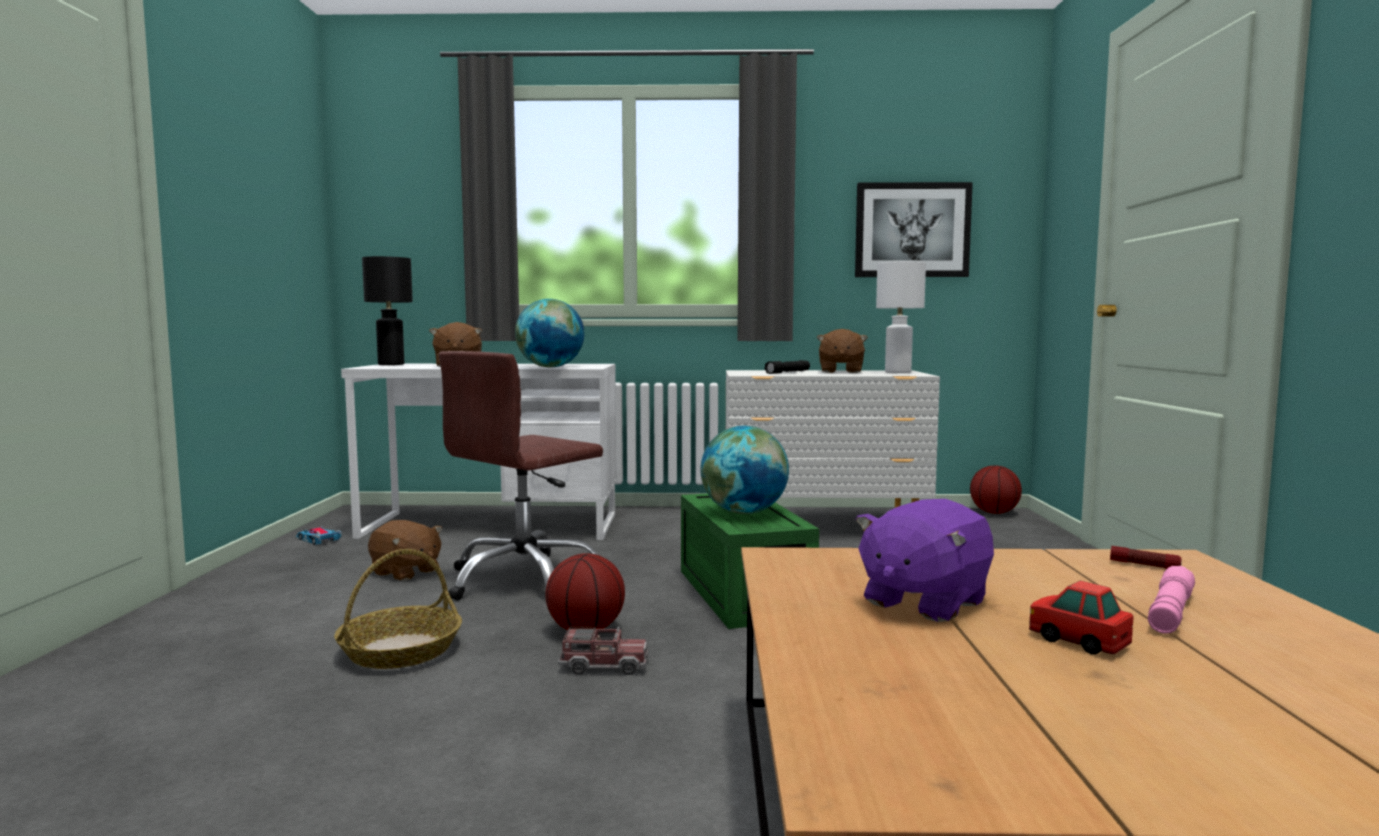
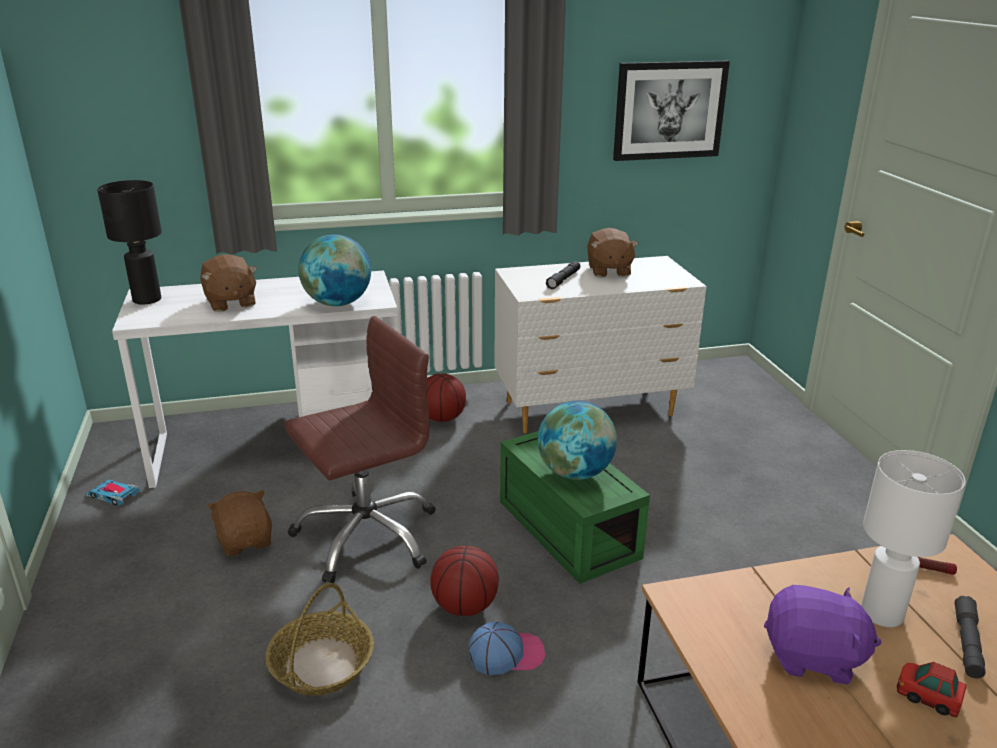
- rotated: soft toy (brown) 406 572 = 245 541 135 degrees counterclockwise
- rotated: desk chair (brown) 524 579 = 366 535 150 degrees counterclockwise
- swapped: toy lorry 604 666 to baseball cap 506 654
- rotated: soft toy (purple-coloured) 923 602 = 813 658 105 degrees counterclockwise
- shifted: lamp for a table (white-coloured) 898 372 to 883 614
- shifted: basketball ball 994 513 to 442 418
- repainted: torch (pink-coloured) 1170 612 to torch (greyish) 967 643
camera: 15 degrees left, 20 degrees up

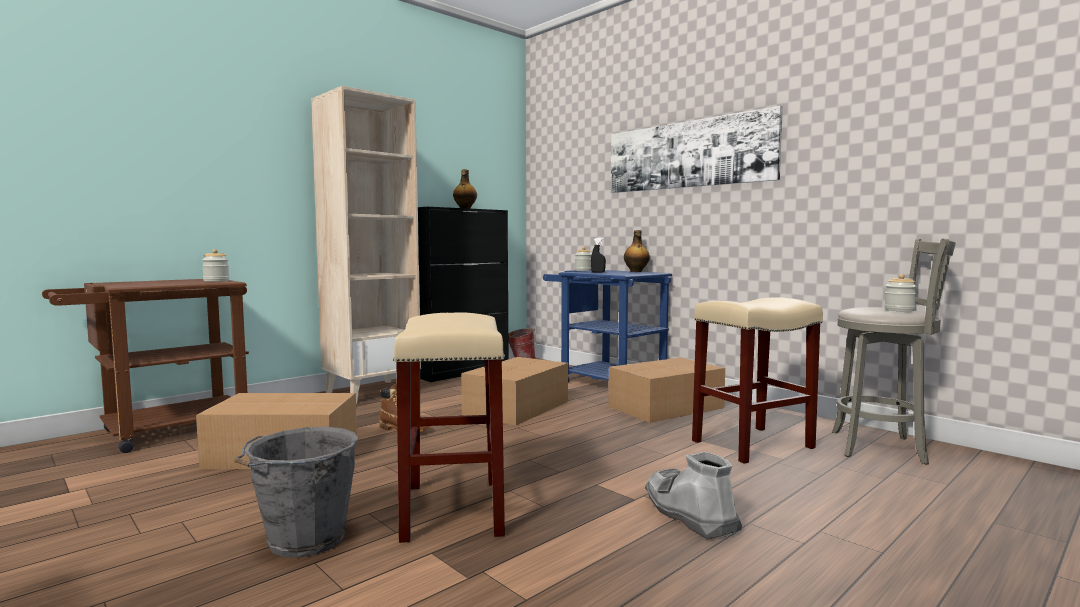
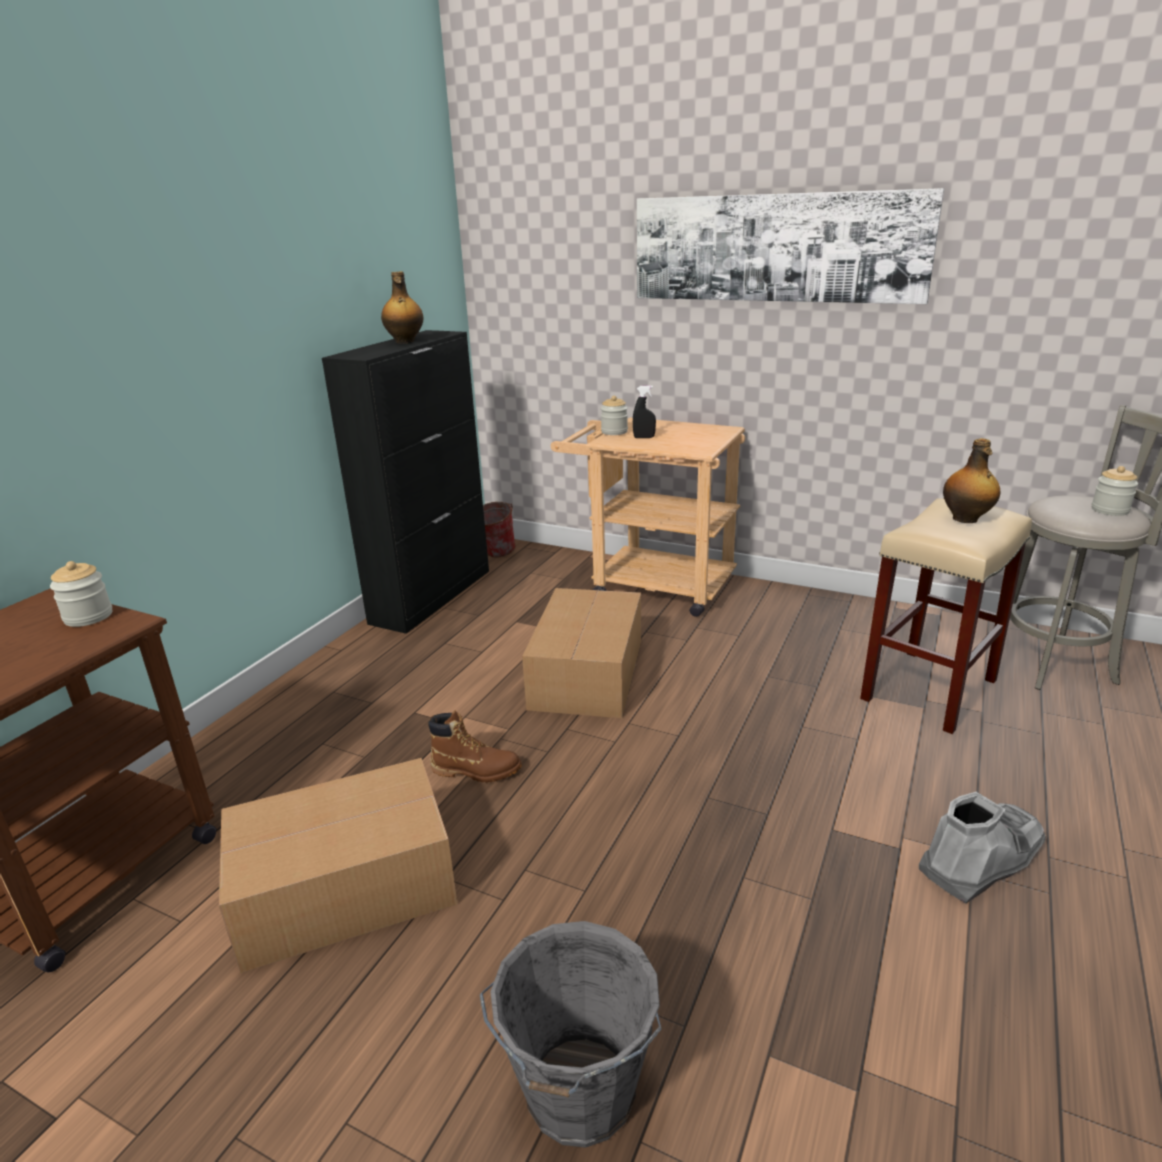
- gone: bookshelf (beige-coloured) 372 391
- gone: stool seat (beige-coloured) 452 508
- repainted: wheeled cart (blue-coloured) 604 382 to wheeled cart (beige-coloured) 650 584
- gone: packing box 664 407
- shifted: drink bottle 636 271 to 966 519
- rotated: tall boot (greyish) 689 514 = 980 860 105 degrees clockwise
camera: 20 degrees left, 20 degrees up

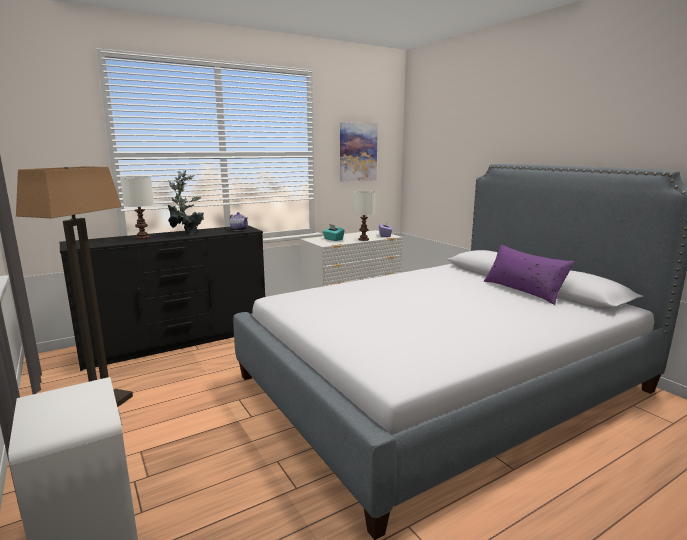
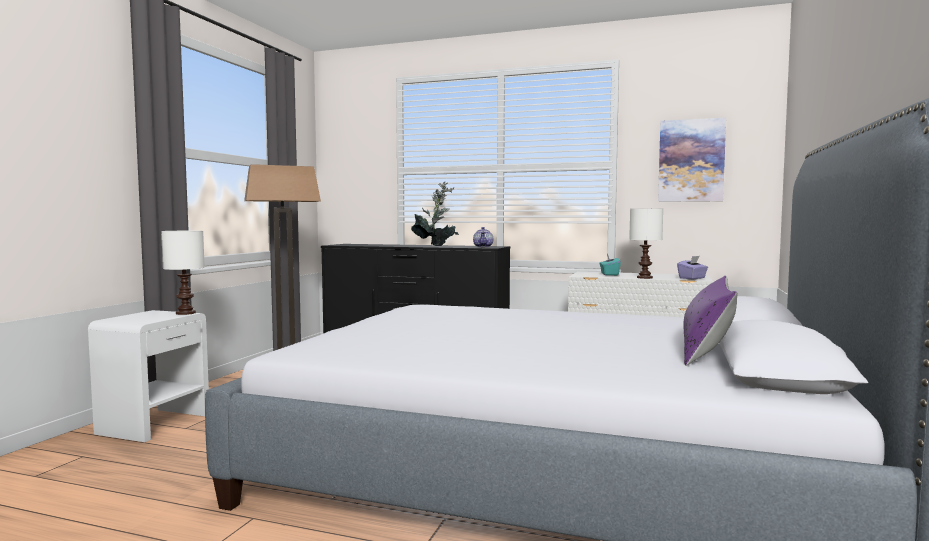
- shifted: lamp for a table (white-coloured) 143 238 to 185 313
camera: 50 degrees right, 10 degrees down

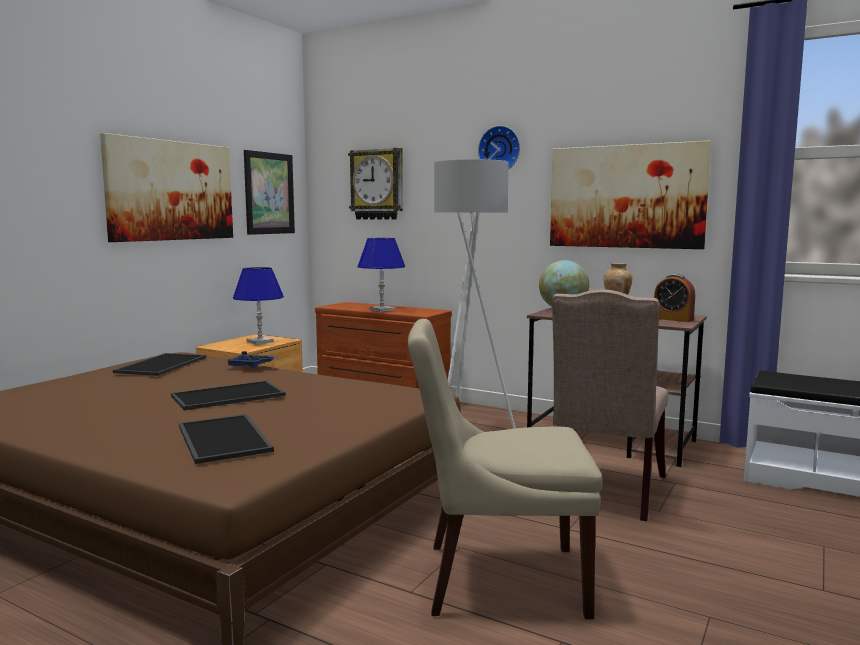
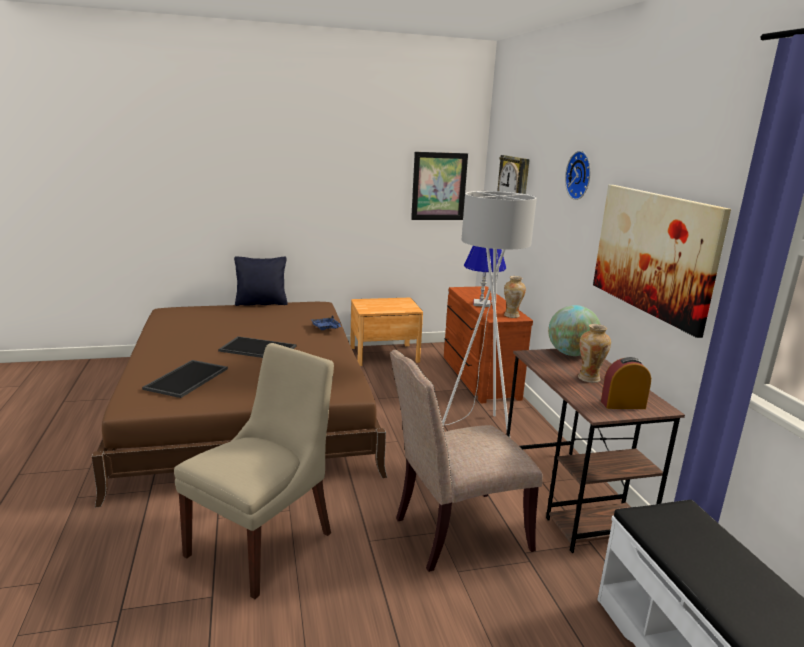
- gone: wall picture 171 190
- gone: serving tray 161 364
- gone: lamp for a table (blue-coloured) 260 342
- rotated: plain chair (beige-coloured) 498 579 = 263 541 75 degrees clockwise
- rotated: table clock 673 319 = 623 404 90 degrees clockwise
- new: throw pillow (black-coloured) 261 303
- new: decorative vase 511 315
camera: 45 degrees right, 10 degrees up

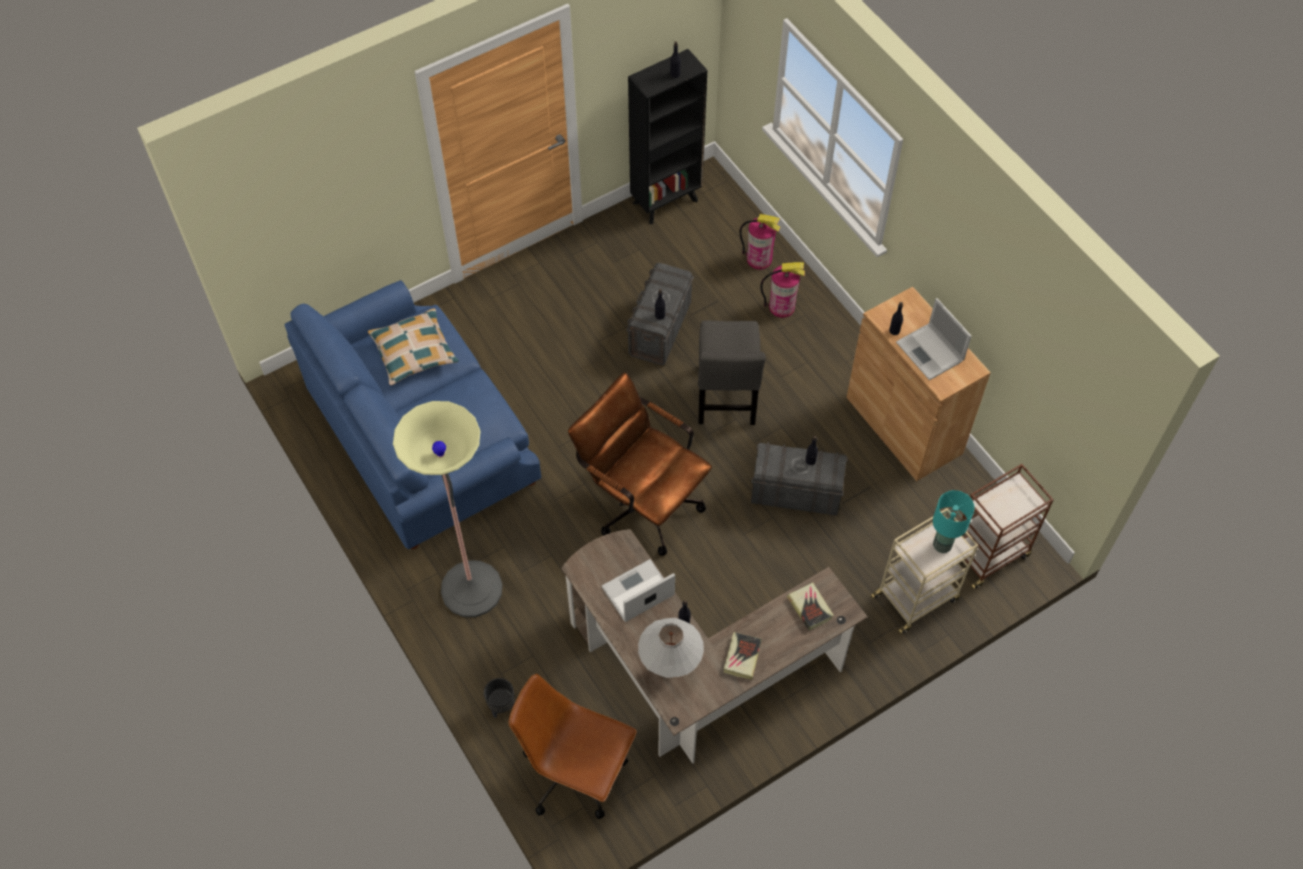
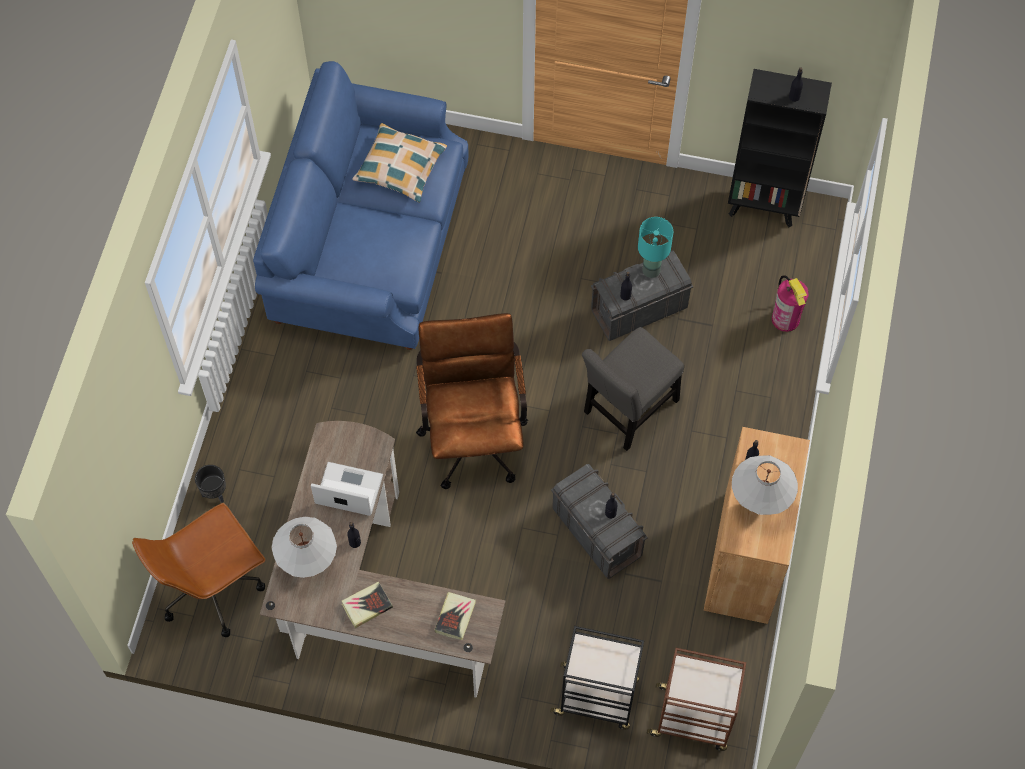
- gone: floor lamp 471 589
- rotated: desk chair (brown) 576 773 = 213 587 105 degrees counterclockwise
- gone: fire extinguisher 782 307
- repainted: wheeled cart (beige-coloured) 916 597 to wheeled cart (black-coloured) 597 697
- swapped: laptop 930 352 to lamp for a table (white-coloured) 758 506
- shifted: lamp for a table (blue-green) 942 545 to 650 270
camera: 45 degrees right, 5 degrees up

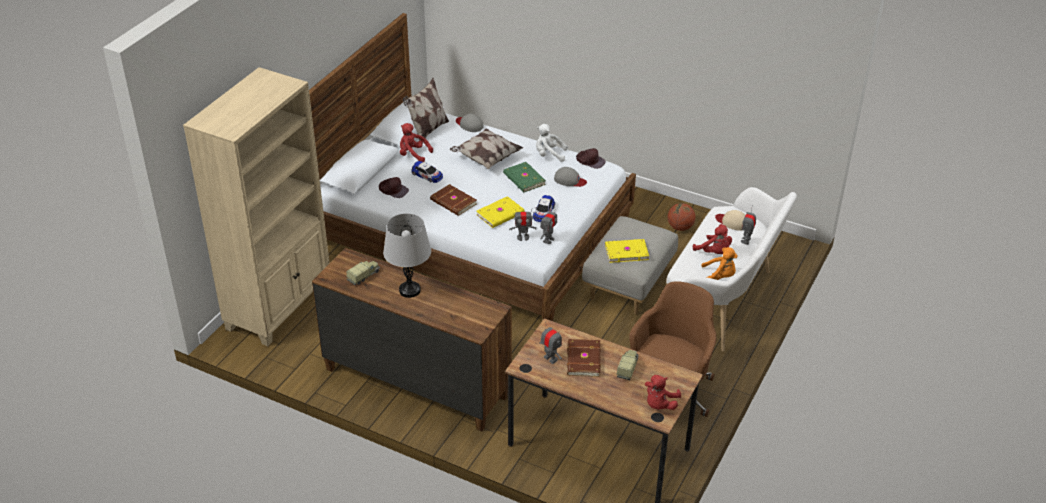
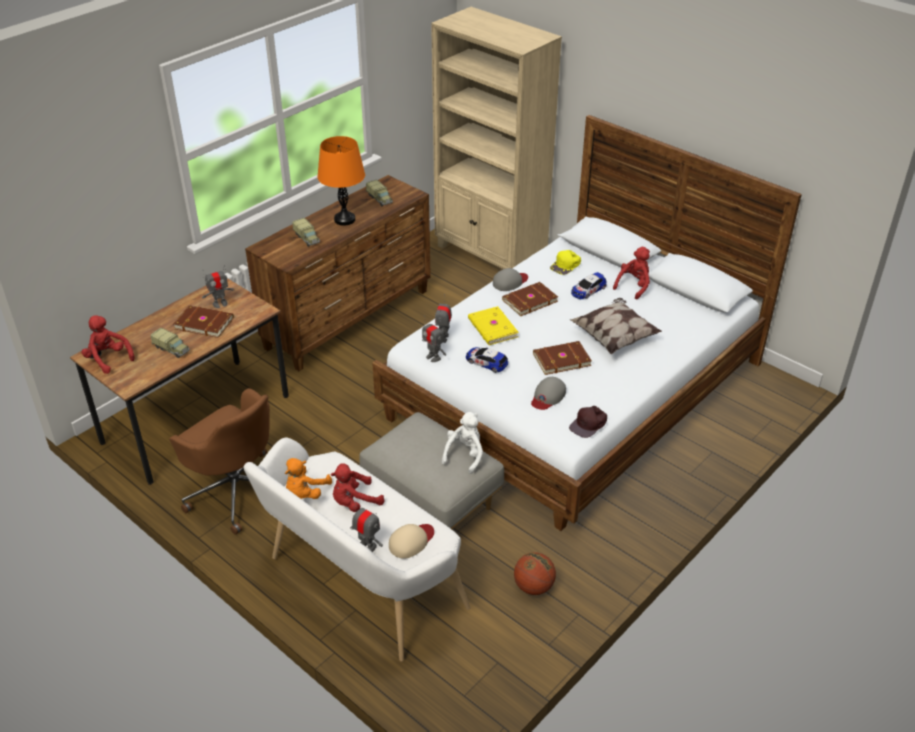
- repainted: baseball cap (brown) 393 190 to baseball cap (yellow-coloured) 566 265
- repainted: lamp for a table (greyish) 409 290 to lamp for a table (orange-coloured) 344 220
- gone: throw pillow 427 131
- shifted: baseball cap (greyish) 469 125 to 510 282
- repainted: volume (green) 523 179 to volume (brown) 561 359
- shifted: soft toy (white-coloured) 549 155 to 465 455
- gone: volume (yellow-coloured) 626 252
- new: toy lorry 307 238
camera: 105 degrees right, 0 degrees up

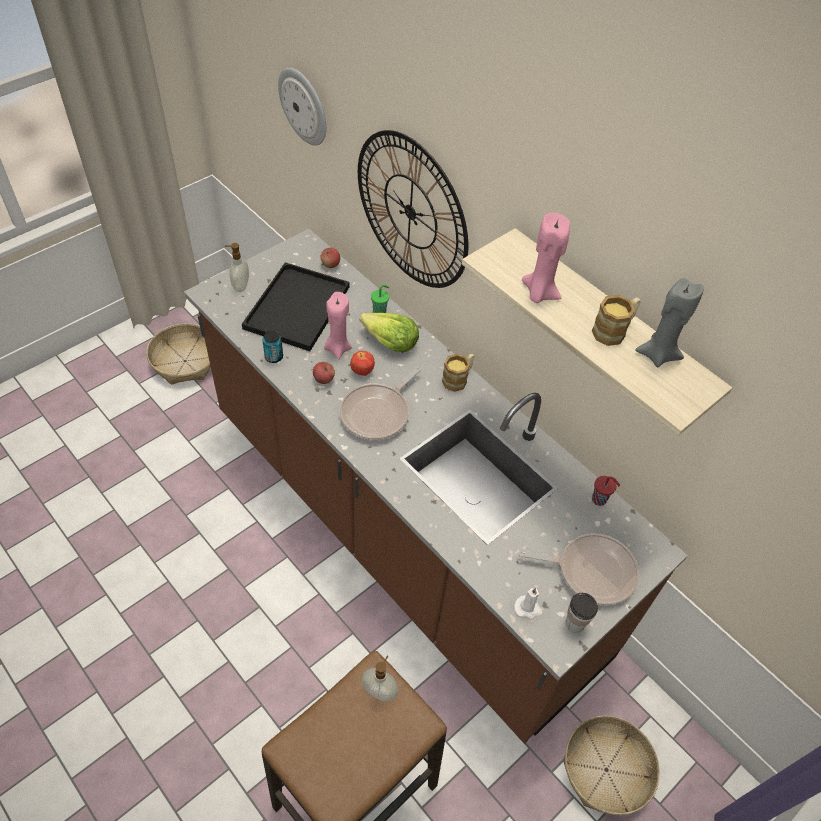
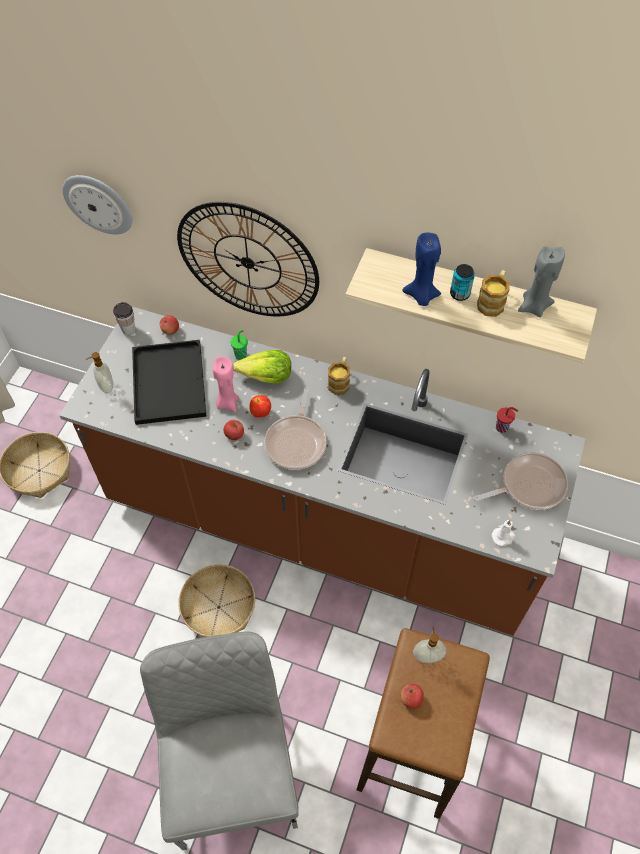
- shifted: metal can 274 357 to 459 294
- repainted: candle (pink-coloured) 539 293 to candle (blue-coloured) 421 296
- shifted: basket 606 770 to 219 607
- shifted: small cup 575 623 to 128 329
- new: plain chair (greyish) 233 770
- new: whole apple 411 699
camera: 25 degrees left, 5 degrees up

